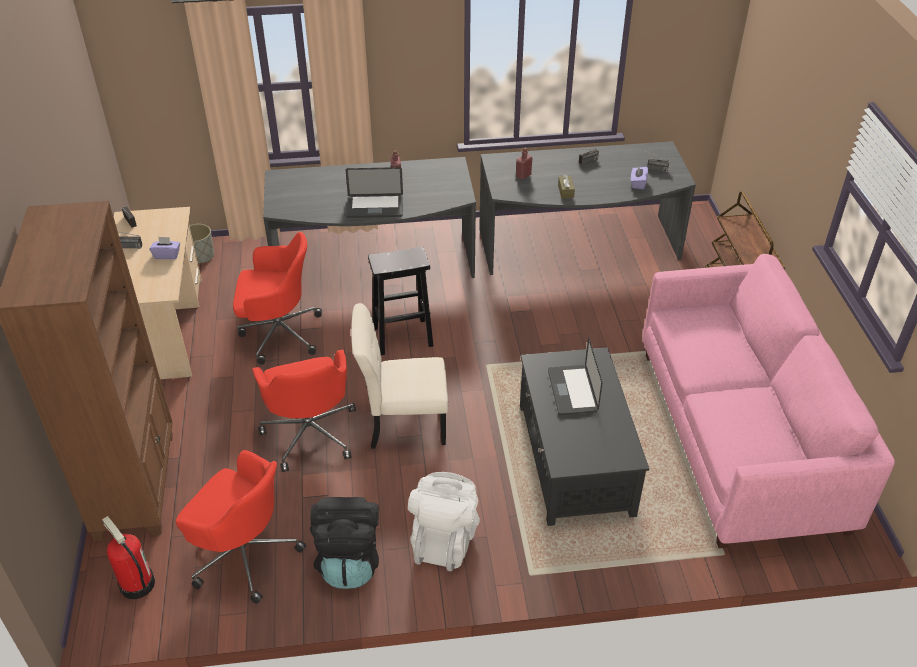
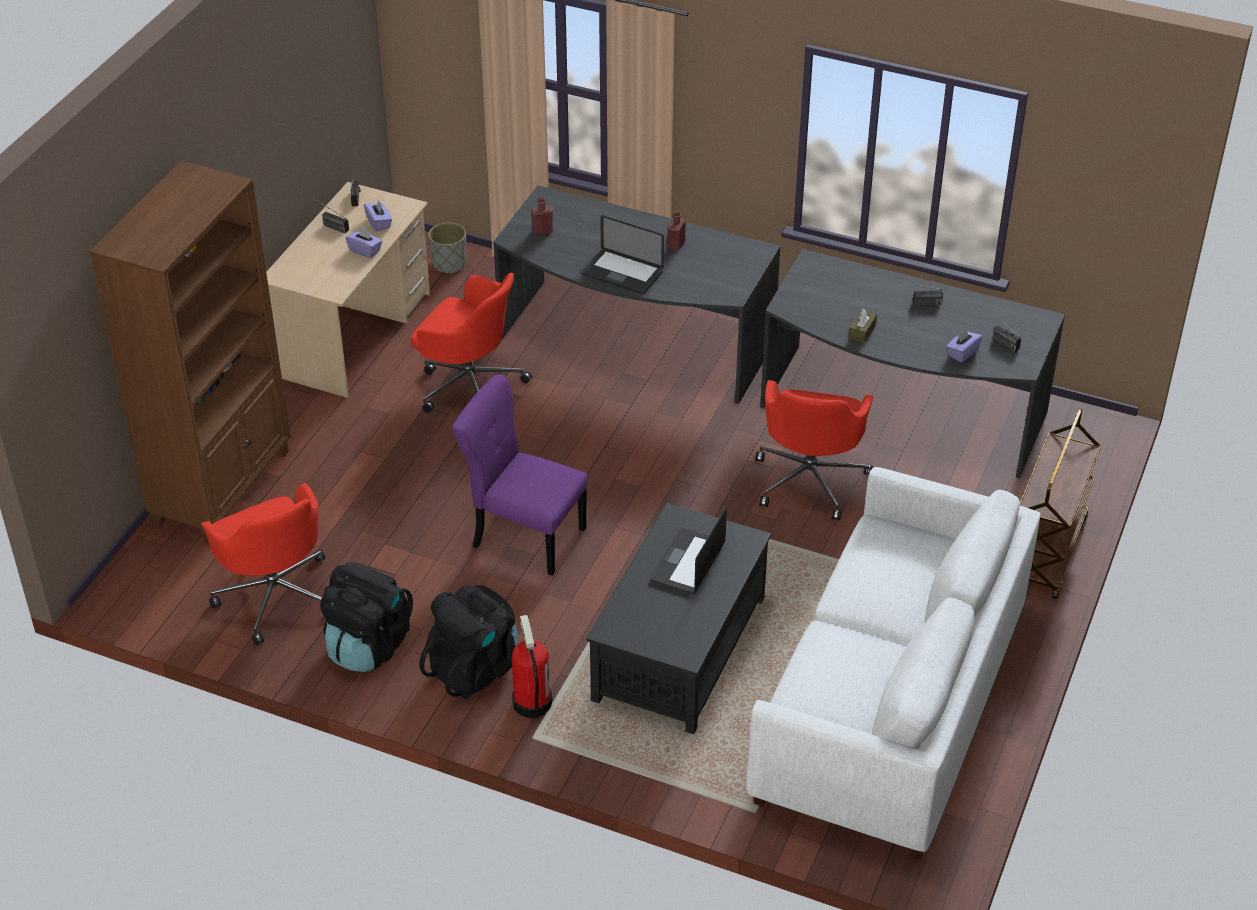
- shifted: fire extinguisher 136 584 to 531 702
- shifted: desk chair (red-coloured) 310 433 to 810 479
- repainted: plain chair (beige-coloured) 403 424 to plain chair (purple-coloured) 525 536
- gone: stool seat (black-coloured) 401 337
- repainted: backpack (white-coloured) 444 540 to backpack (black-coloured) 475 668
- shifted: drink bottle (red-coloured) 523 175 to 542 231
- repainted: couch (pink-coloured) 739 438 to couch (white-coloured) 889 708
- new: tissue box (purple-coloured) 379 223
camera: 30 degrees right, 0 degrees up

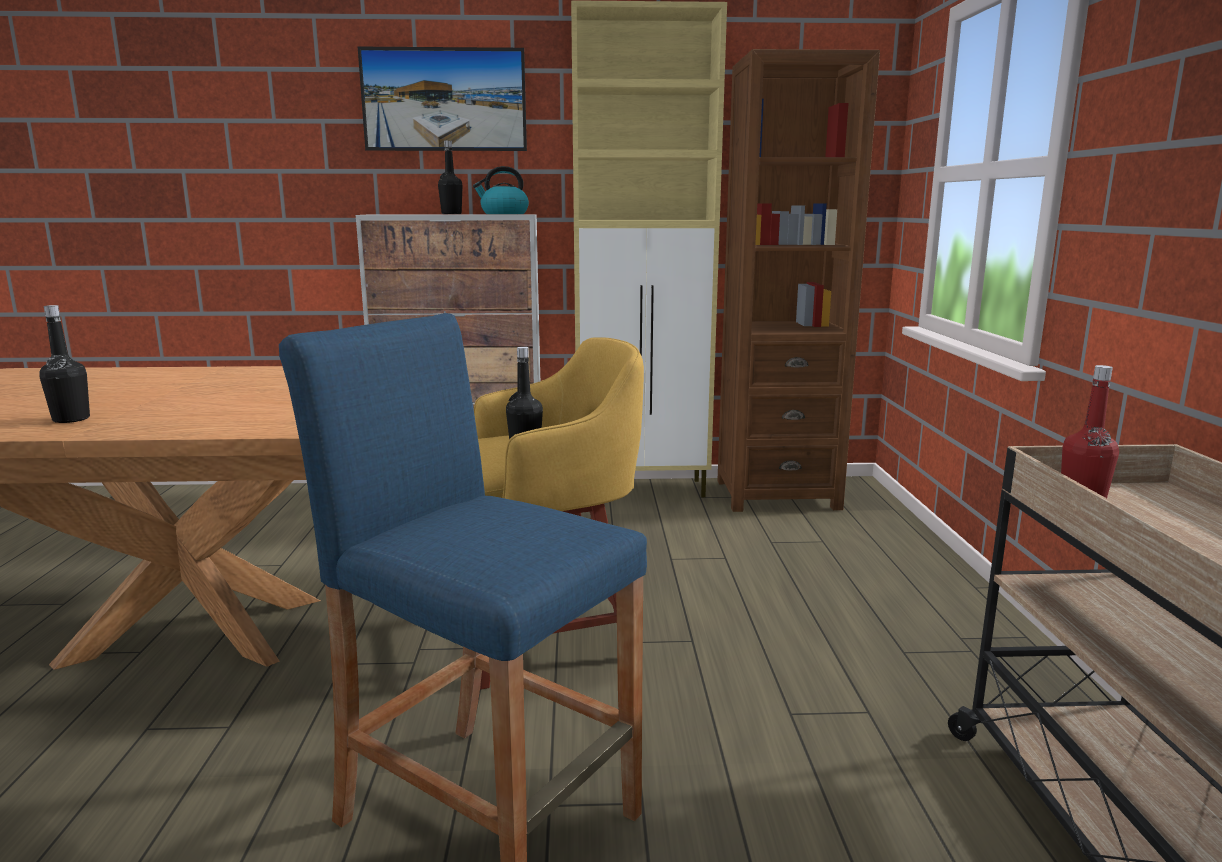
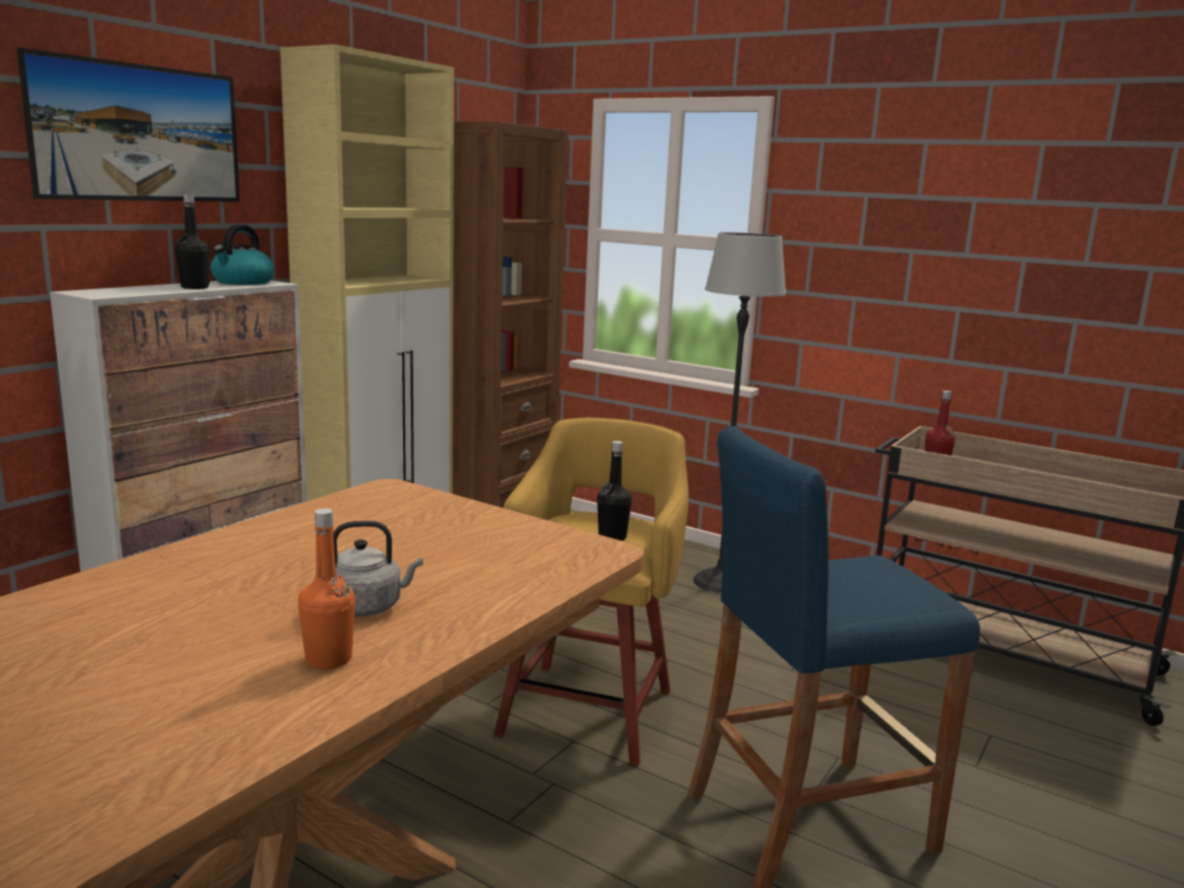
- repainted: drink bottle (black-coloured) 71 419 to drink bottle (orange-coloured) 328 659
- new: tea kettle (greyish) 367 607
- new: floor lamp 720 582
camera: 55 degrees left, 0 degrees up

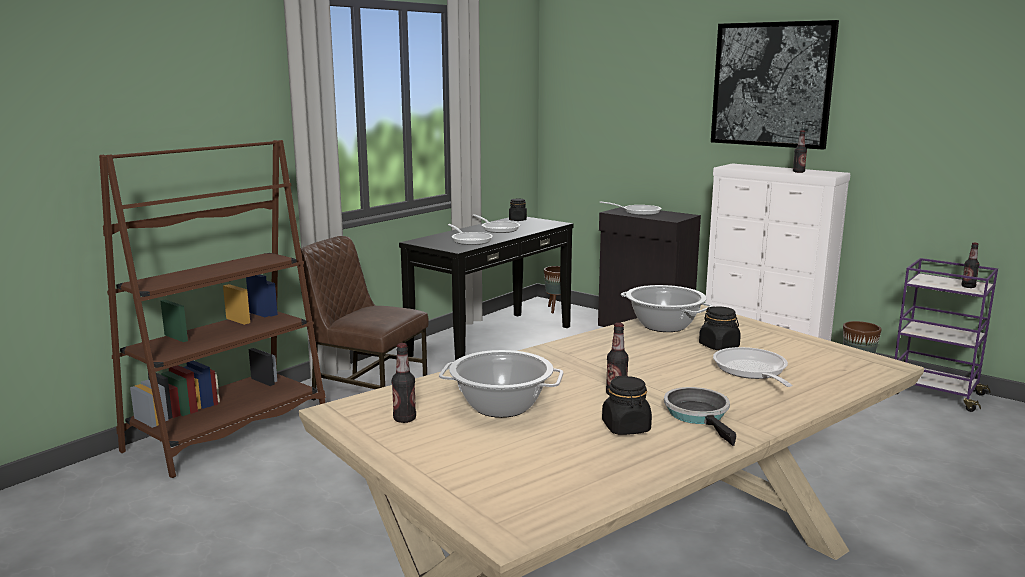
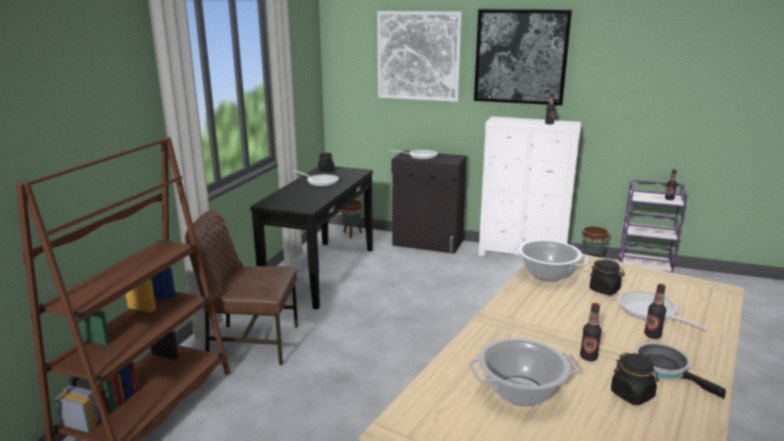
- shifted: drink bottle 404 419 to 652 335
- gone: frying pan 470 240
- new: wall picture 418 56
camera: 20 degrees left, 5 degrees up

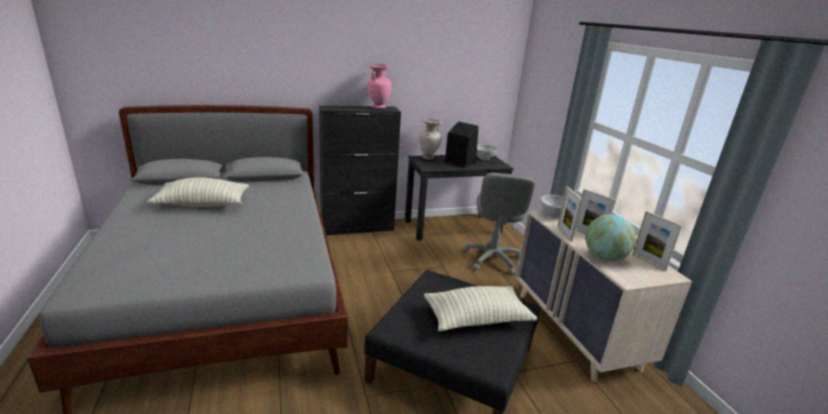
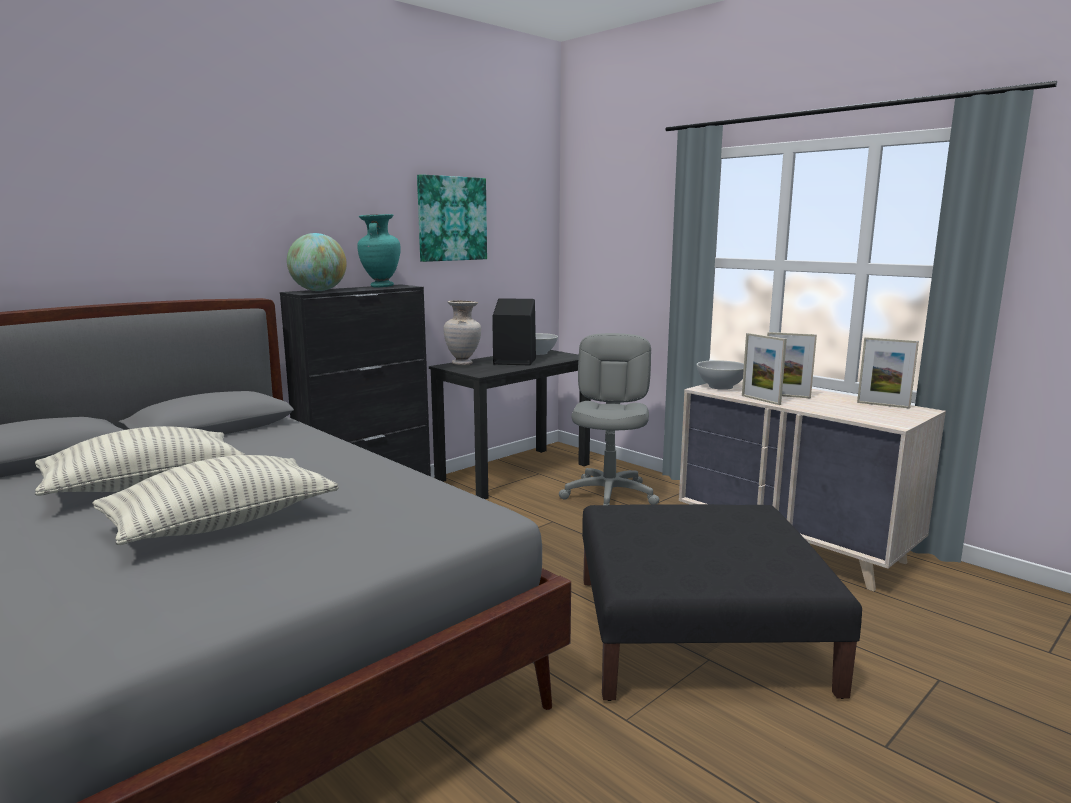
- repainted: decorative vase (pink-coloured) 378 107 to decorative vase (blue-green) 381 286
- shifted: throw pillow 477 319 to 222 523
- rotated: desk chair (greyish) 492 259 = 609 495 150 degrees counterclockwise
- shifted: desk globe 604 257 to 319 291
- new: wall picture 451 219
camera: 25 degrees left, 10 degrees down

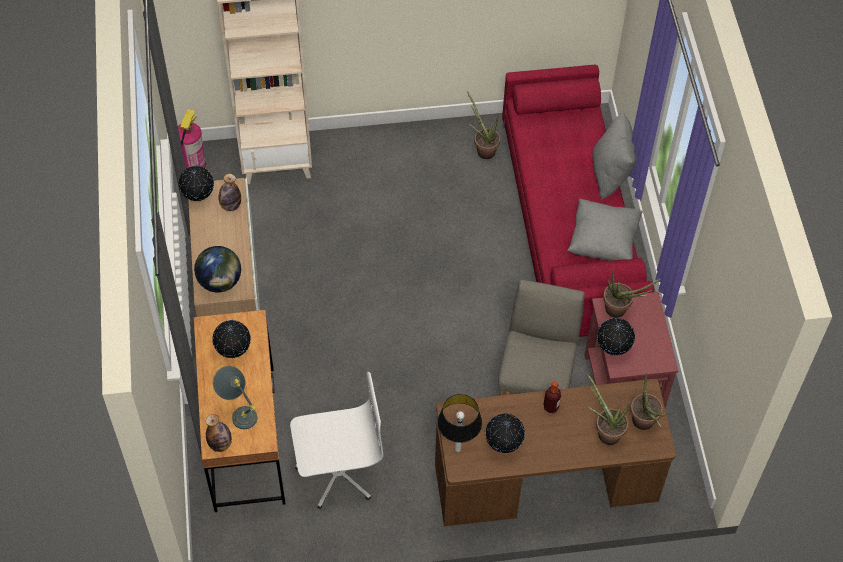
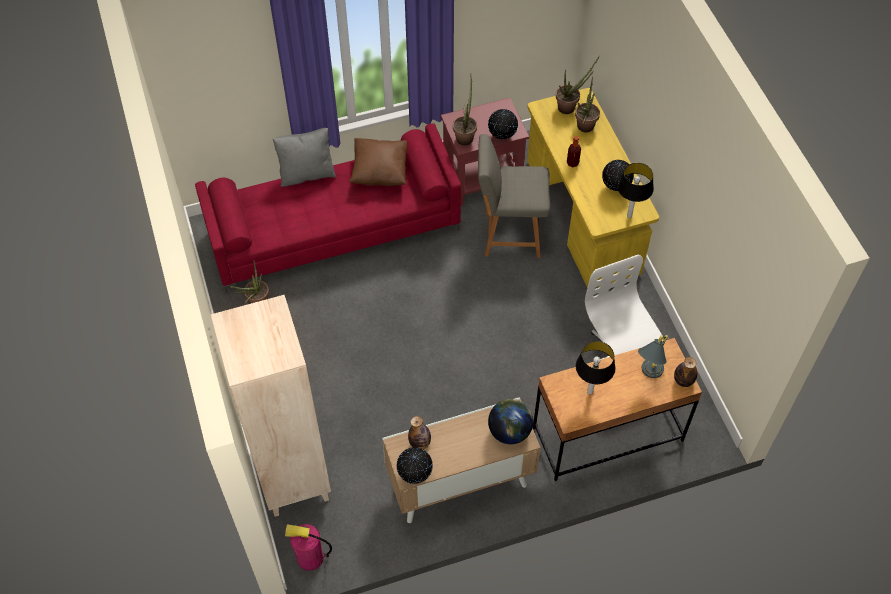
- swapped: desk globe 234 351 to lamp for a table 589 392
- repainted: desk (brown) 545 484 to desk (yellow-coloured) 582 217
- repainted: throw pillow (greyish) 603 242 to throw pillow (brown) 380 171
camera: 100 degrees left, 0 degrees up

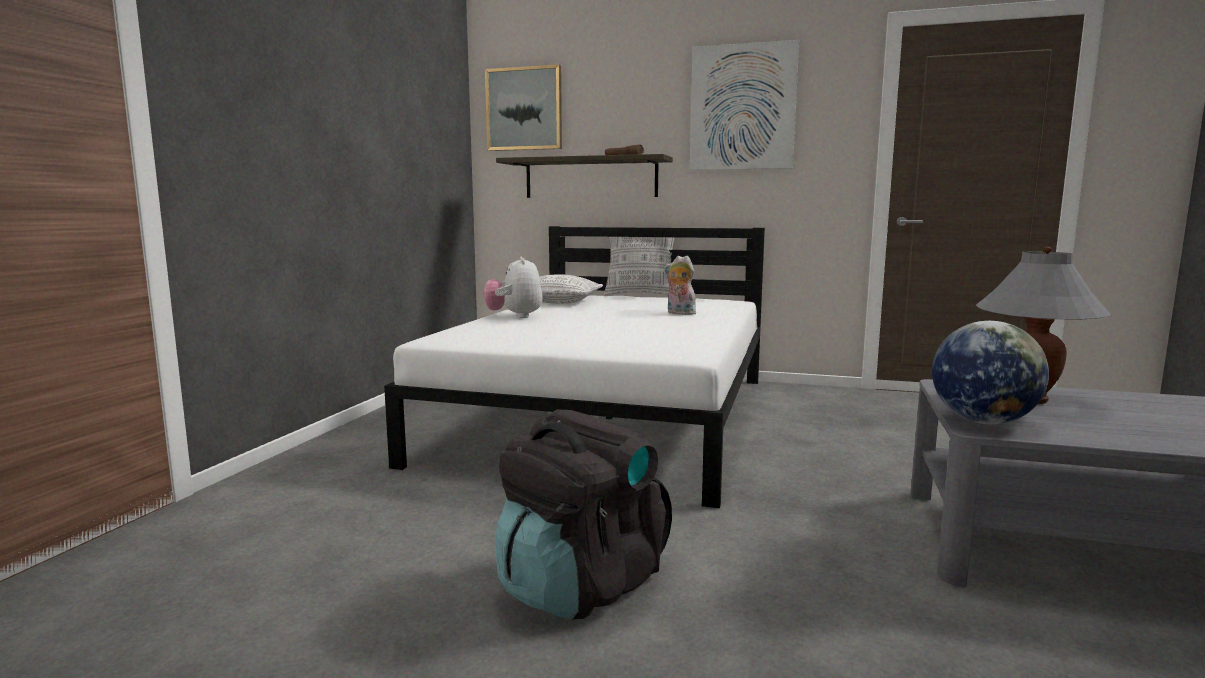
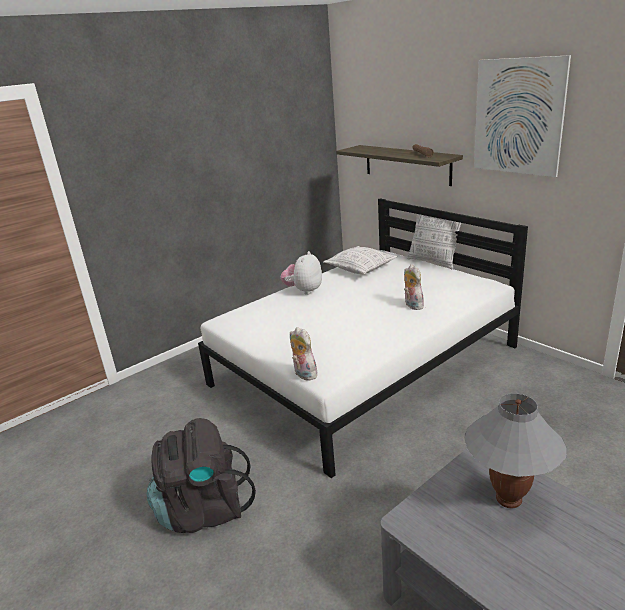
- gone: wall picture 524 109
- gone: desk globe 983 421
- new: soft toy 303 374
camera: 35 degrees right, 15 degrees up

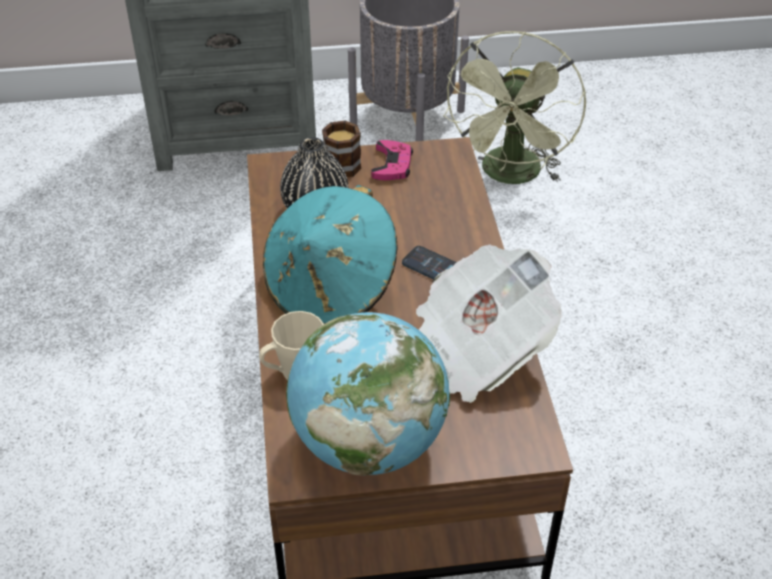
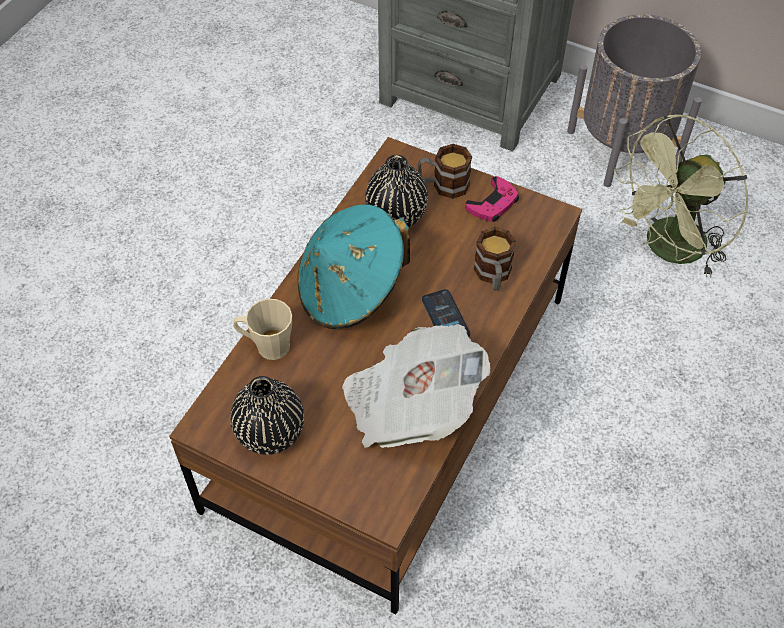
- swapped: desk globe 368 443 to decorative vase (black-coloured) 270 433
- new: mug 493 275
camera: 35 degrees right, 10 degrees up

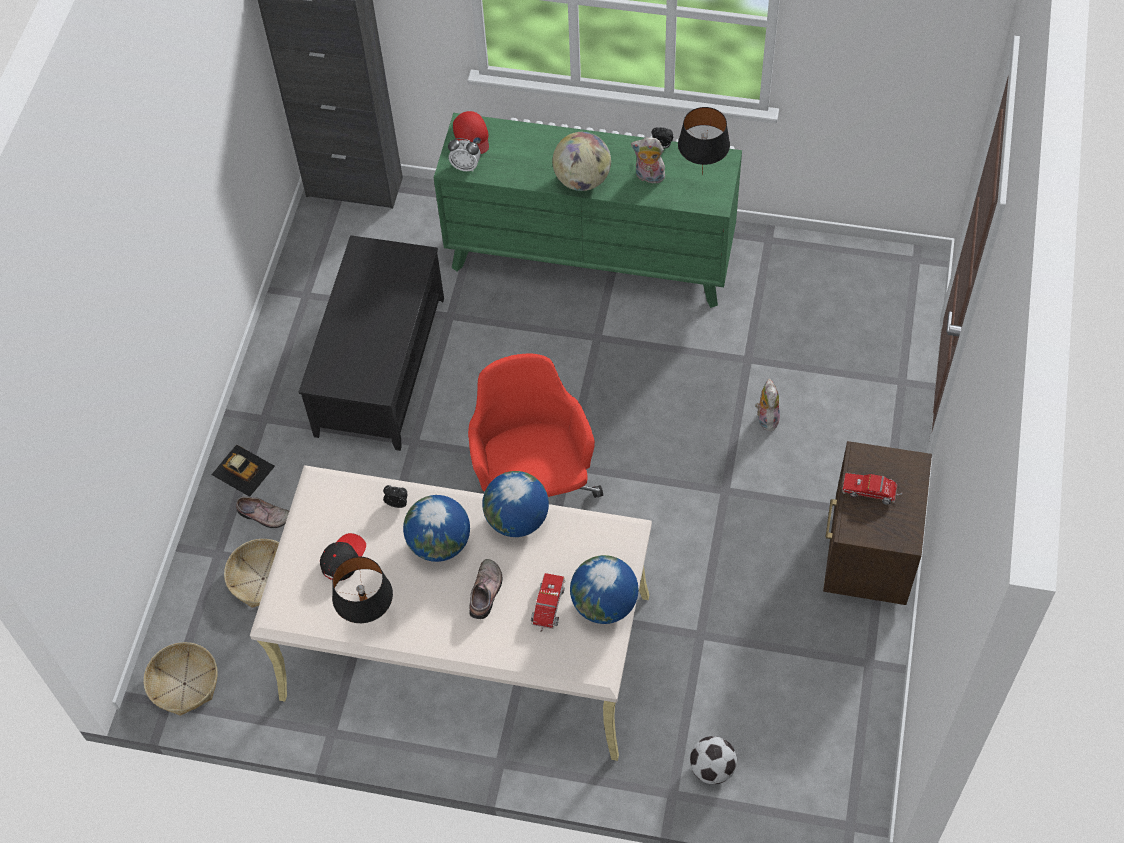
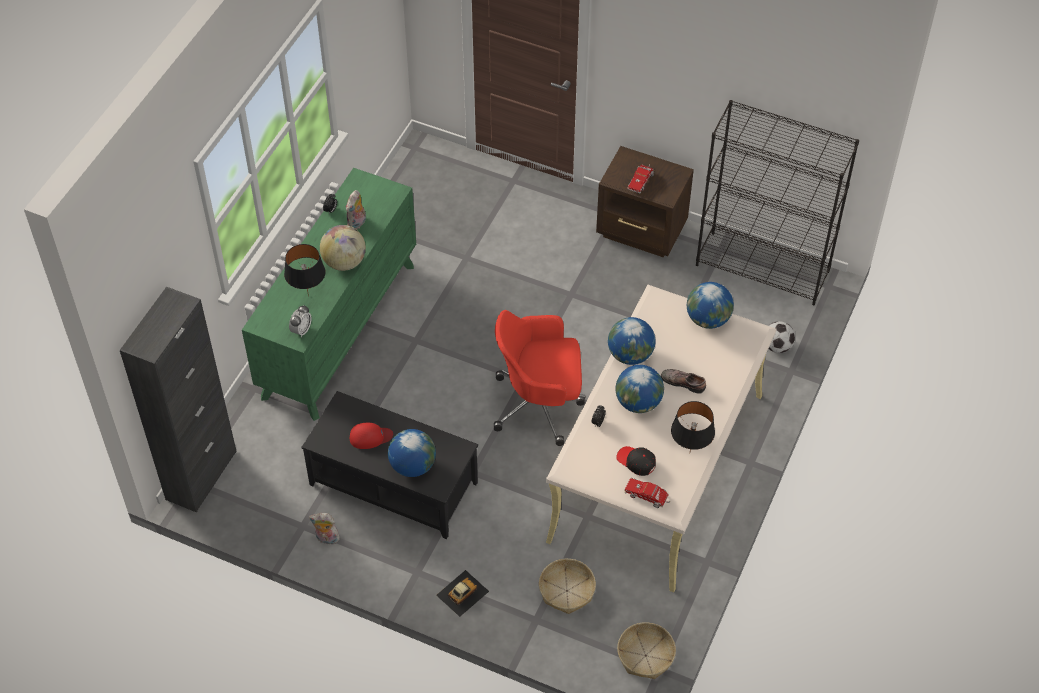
- gone: item of footwear 264 516
- shifted: baseball cap (red-coloured) 472 135 to 370 437
- shifted: toy lorry 548 607 to 648 496
- shifted: lamp for a table (black-coloured) 701 174 to 308 296
- shifted: soft toy 766 418 to 326 539
- new: desk globe 412 466
- new: bookshelf (black-coloured) 763 268
camera: 80 degrees left, 5 degrees down

